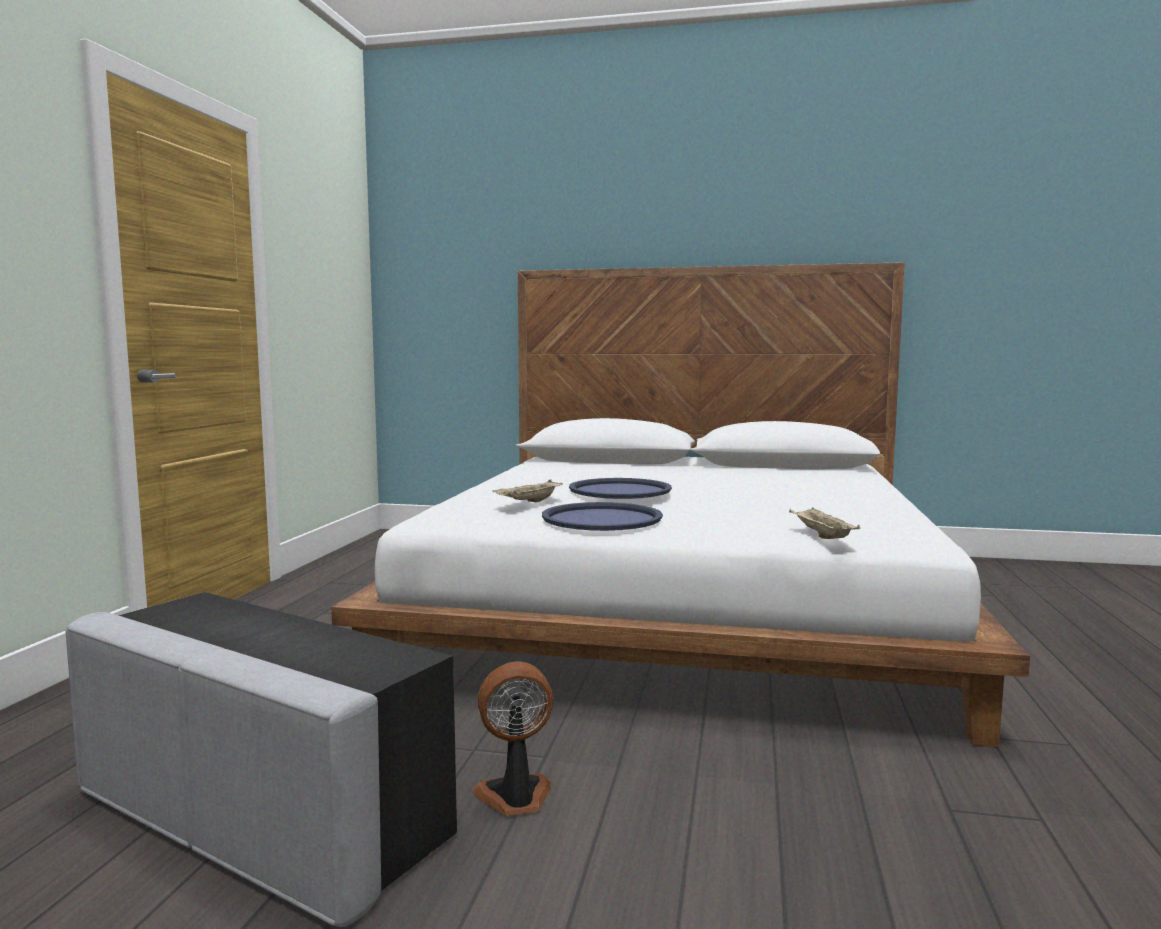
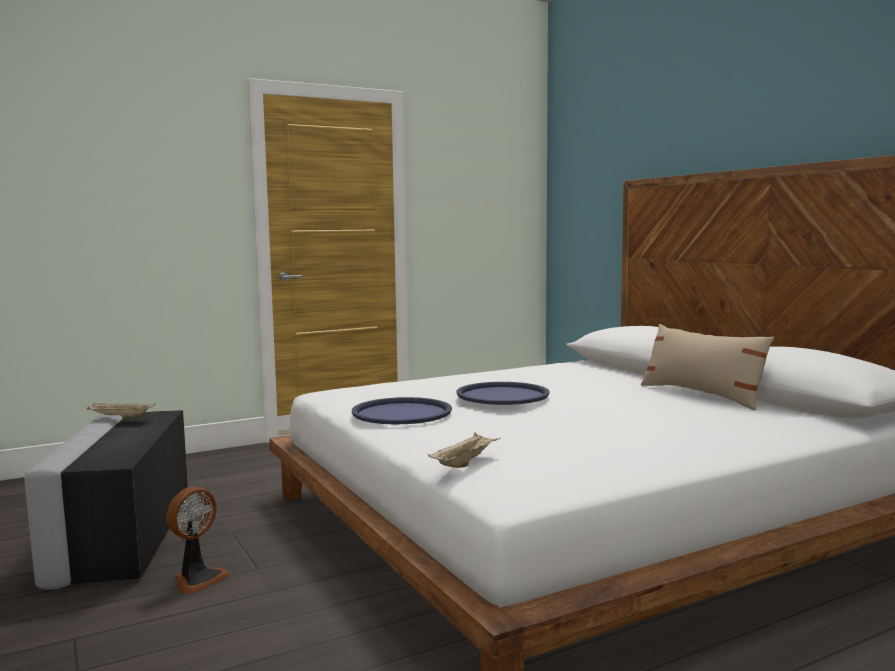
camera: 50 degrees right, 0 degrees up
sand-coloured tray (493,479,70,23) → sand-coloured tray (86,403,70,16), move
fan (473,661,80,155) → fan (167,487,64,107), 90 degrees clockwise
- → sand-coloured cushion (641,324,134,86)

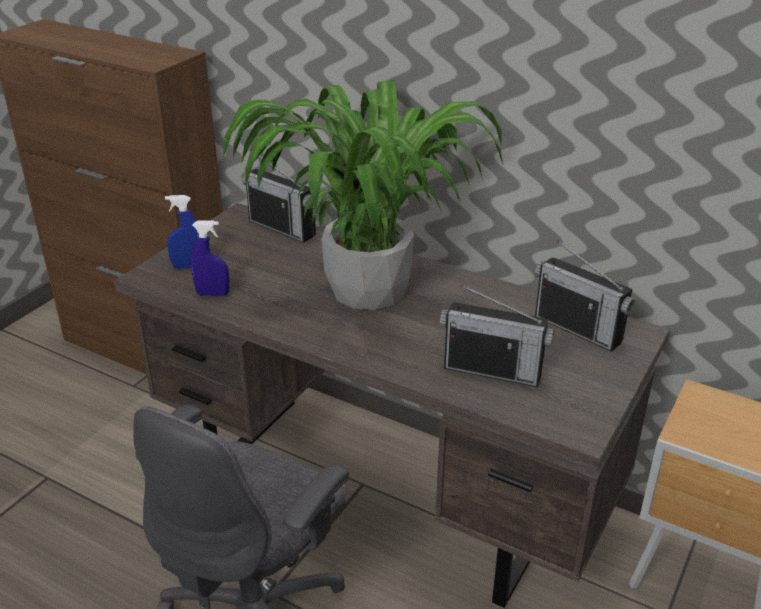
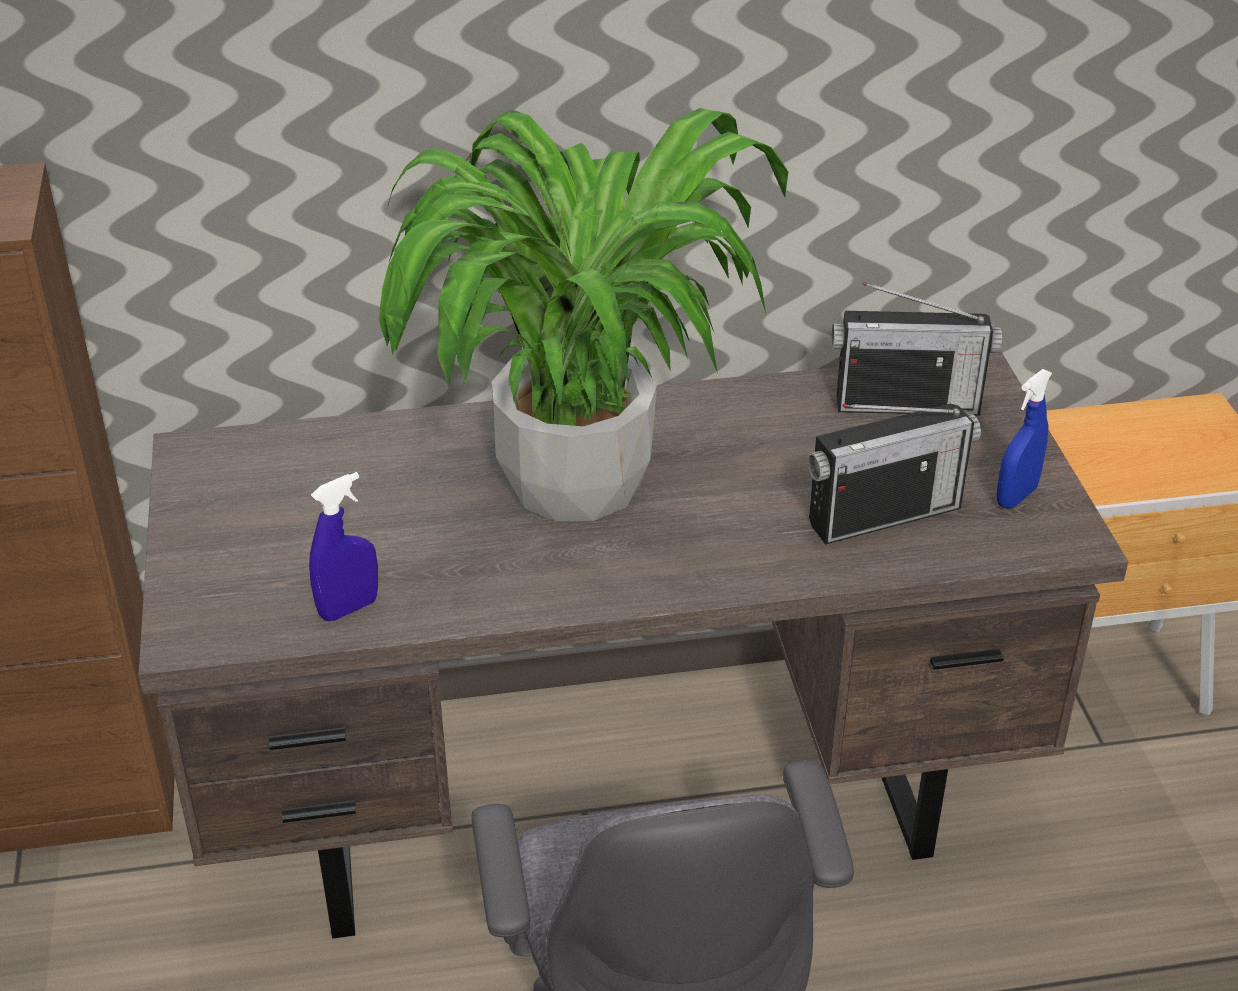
camera: 40 degrees left, 5 degrees up
radio receiver (242,156,74,87) → -
blue hand sprayer (165,195,34,73) → blue hand sprayer (996,369,56,140), move

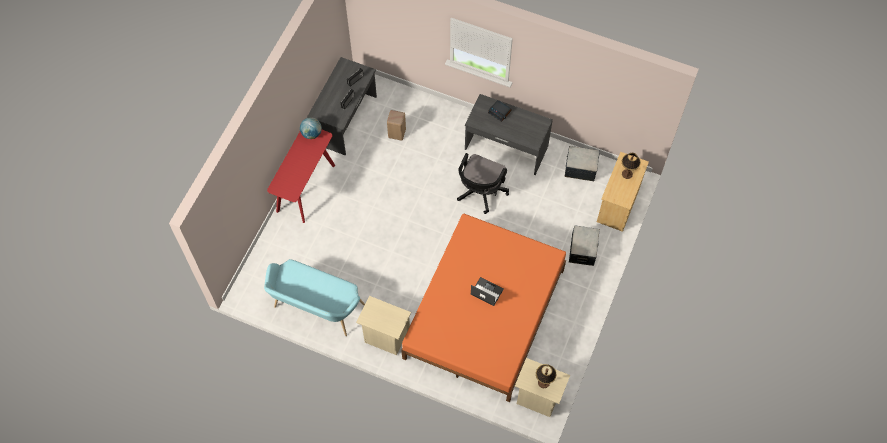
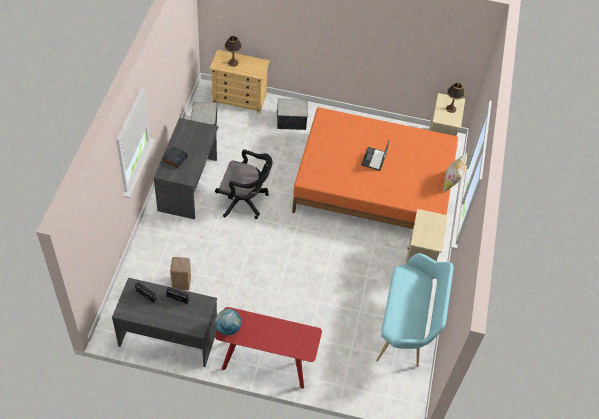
camera: 105 degrees left, 10 degrees down
- → cushion (443,153,24,40)

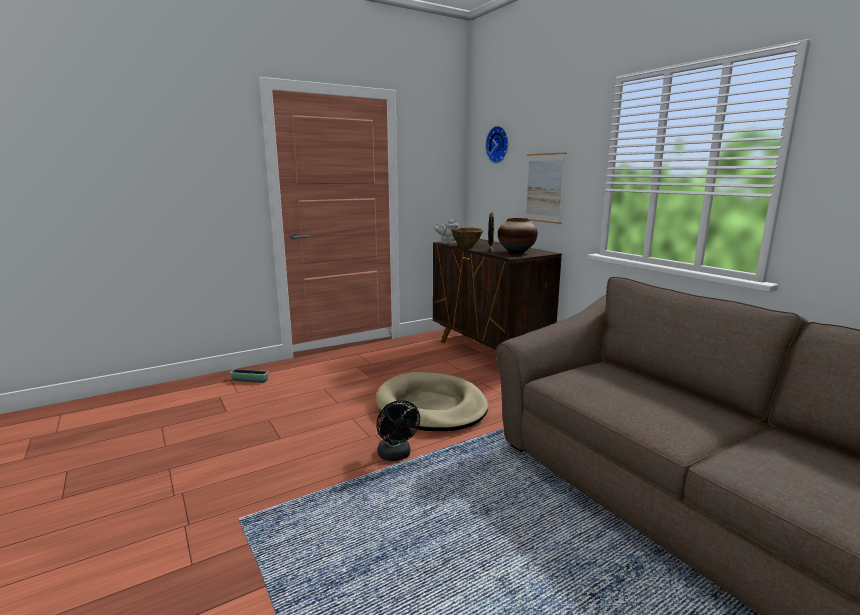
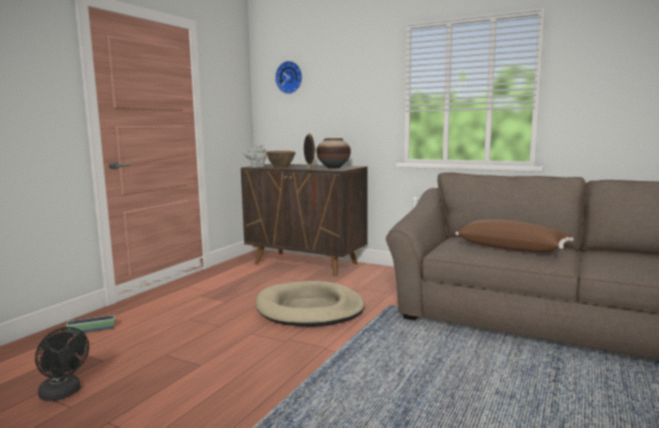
camera: 30 degrees left, 5 degrees down
wall picture (524,152,43,72) → -
blackish fan (376,400,44,61) → blackish fan (35,327,54,74), move
- → brown-coloured cushion (455,219,119,34)

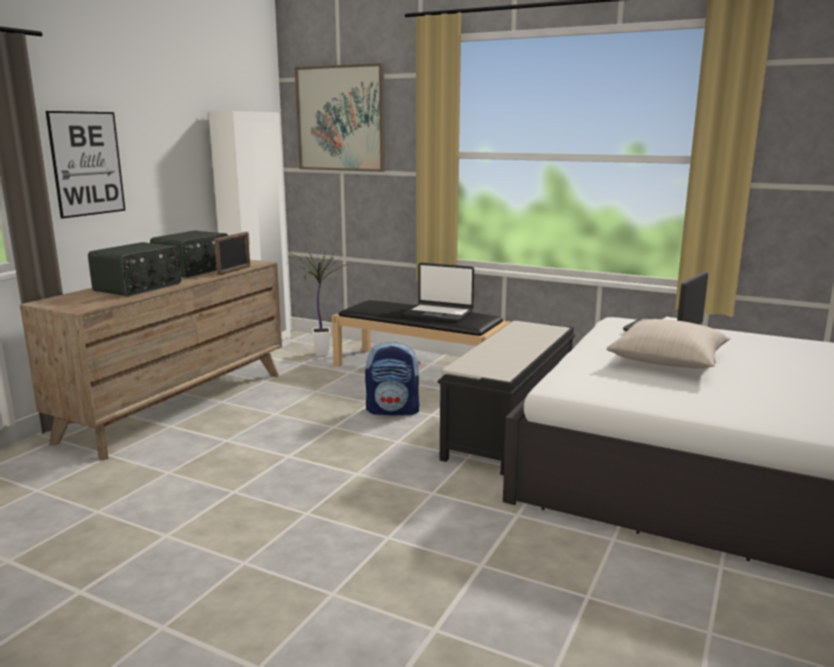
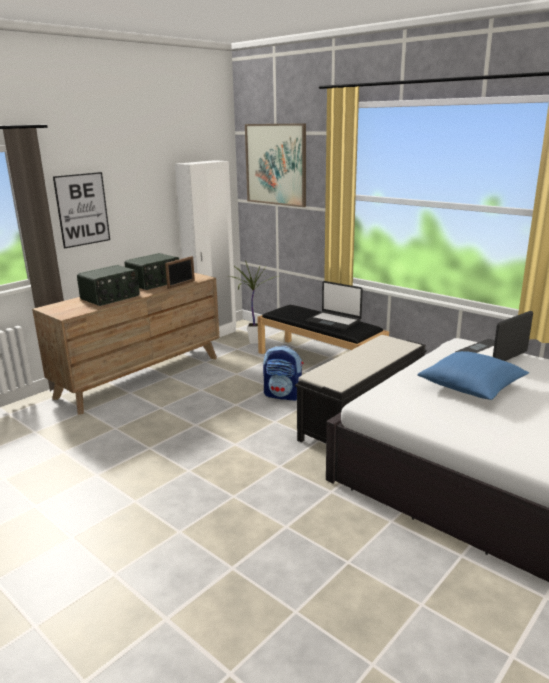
camera: 15 degrees right, 5 degrees up
sand-coloured cushion (606,319,124,49) → blue cushion (417,351,112,49)

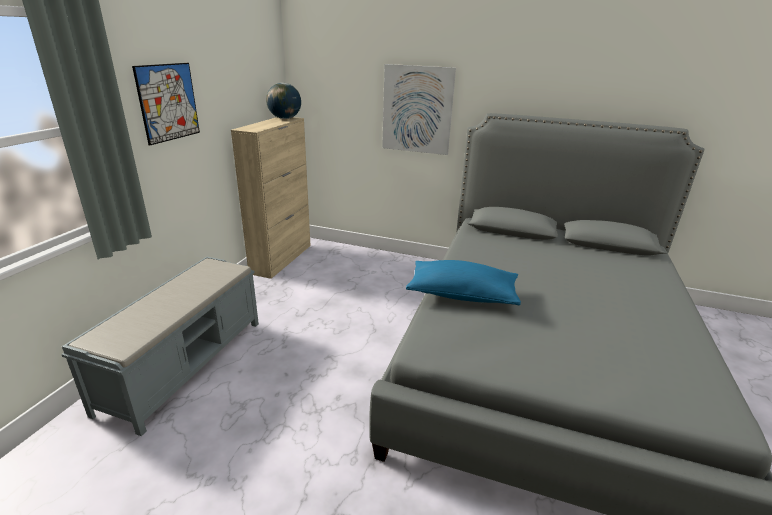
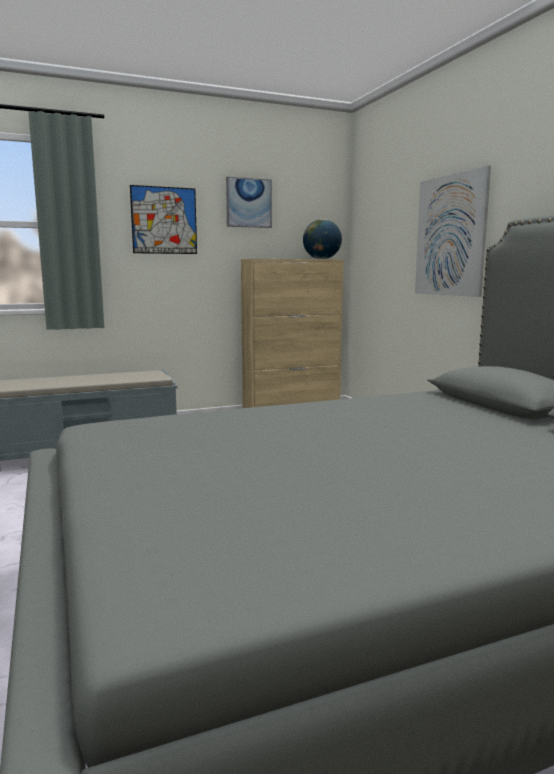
camera: 50 degrees right, 15 degrees down
blue cushion (406,260,115,45) → -
- → wall picture (226,177,46,51)

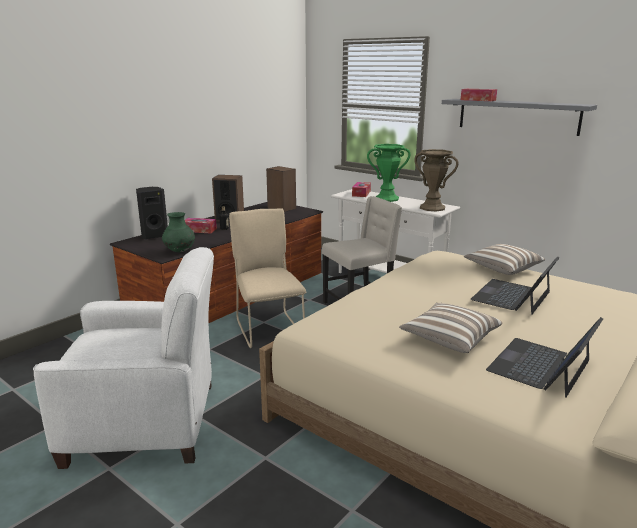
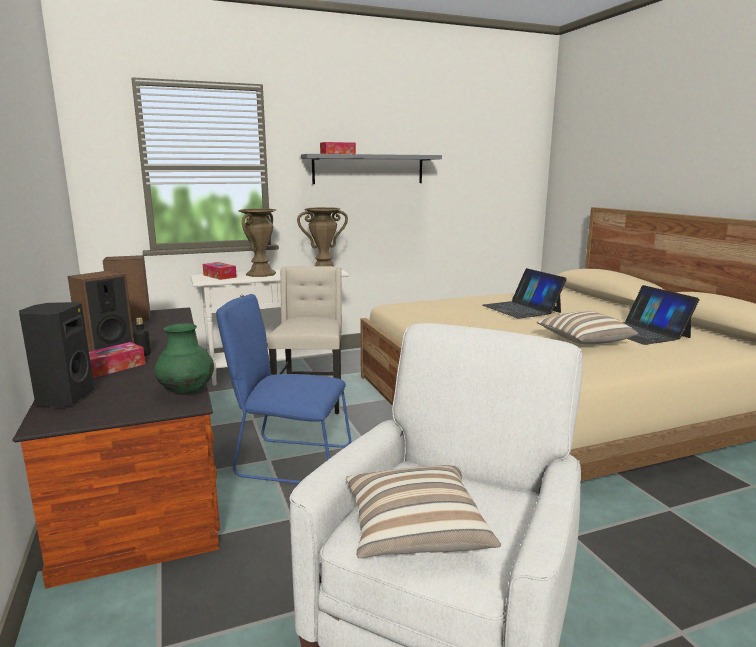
camera: 60 degrees left, 5 degrees down
green-coloured vase (367,144,44,58) → brown-coloured vase (238,209,38,68)
sand-coloured upright chair (229,208,77,140) → blue upright chair (216,294,135,190)
cushion (464,244,81,31) → cushion (346,465,155,94), move

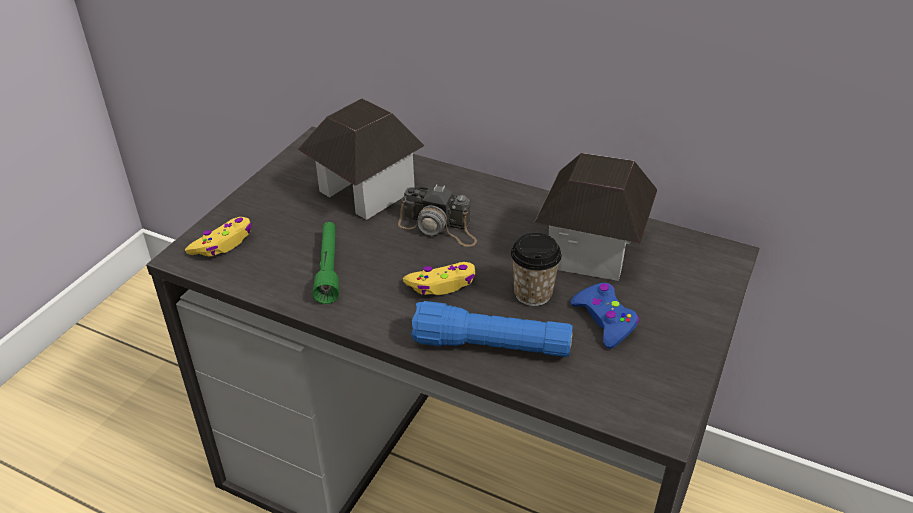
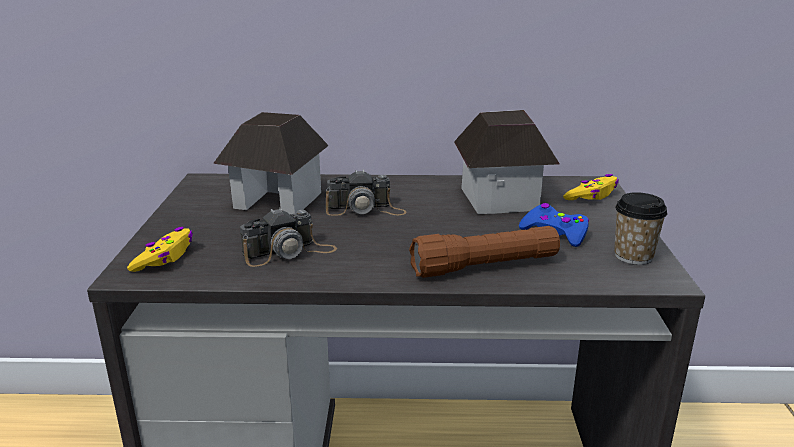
camera: 25 degrees left, 15 degrees down
green-coloured hand torch (313,222,26,82) → photo camera (240,207,97,60)
cup (511,233,51,73) → cup (614,192,53,73), move
yellow joypad (403,262,72,33) → yellow joypad (563,174,56,26), move
blue hand torch (411,301,162,56) → brown-coloured hand torch (409,226,151,52)

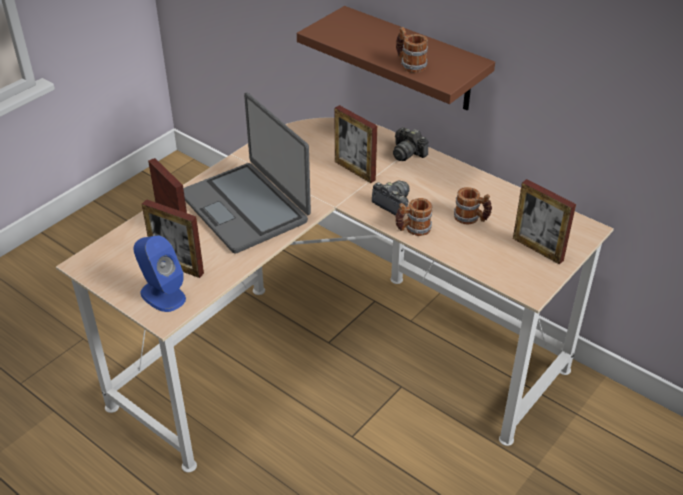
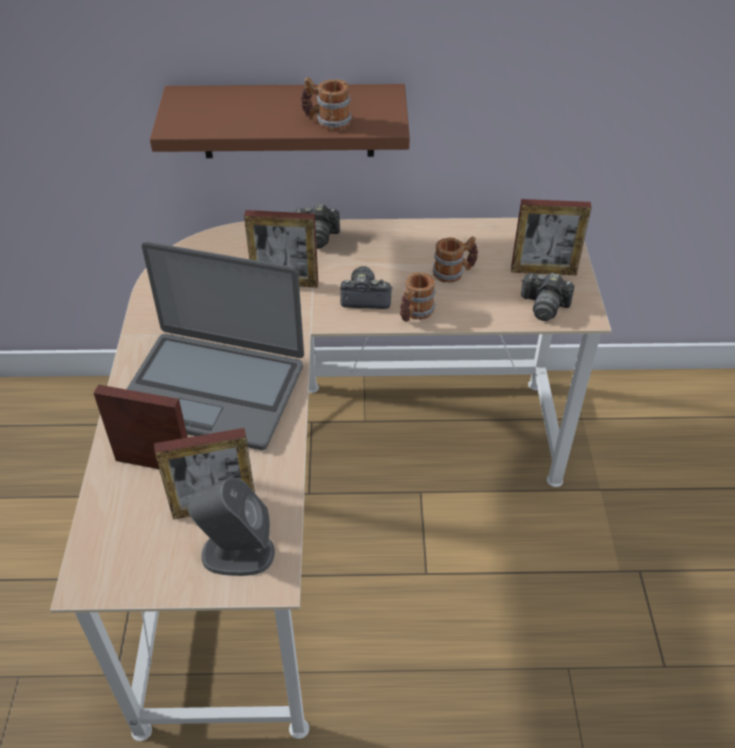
camera: 40 degrees left, 5 degrees up
blue loudspeaker (134,236,52,76) → gray loudspeaker (187,478,88,98)
- → photo camera (521,273,53,48)

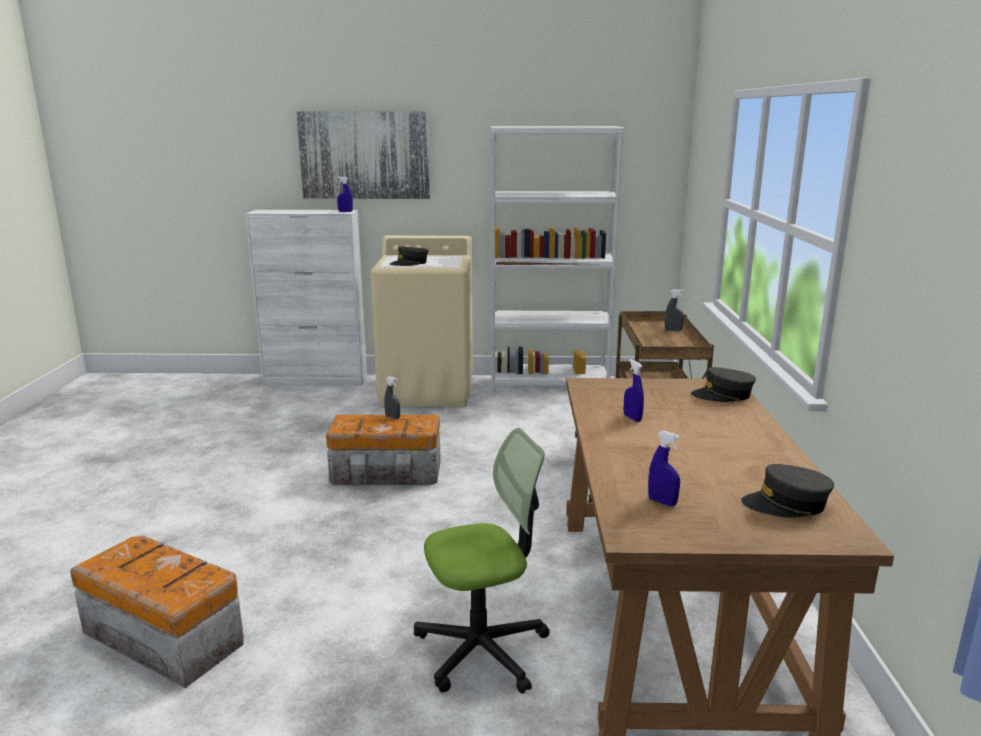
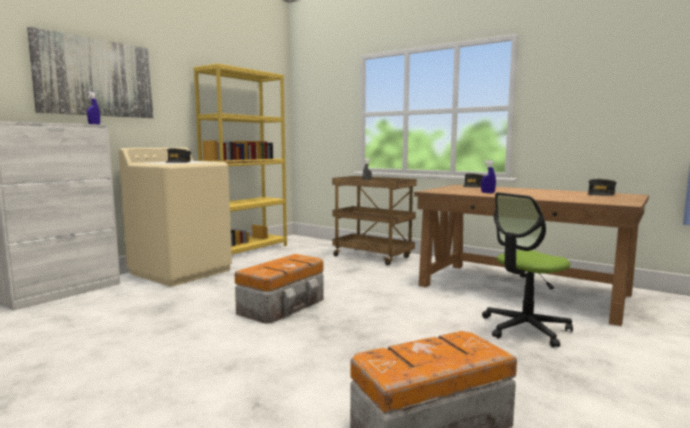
camera: 55 degrees left, 10 degrees down
white-coloured bookshelf (491,126,133,267) → yellow bookshelf (193,63,94,191)
gray hand sprayer (384,376,16,43) → -
computer chair (414,428,136,266) → computer chair (482,192,91,156), 135 degrees counterclockwise
blue hand sprayer (648,431,32,75) → -

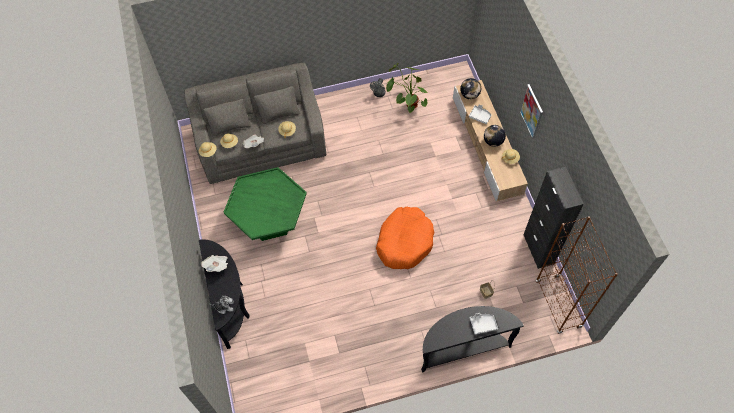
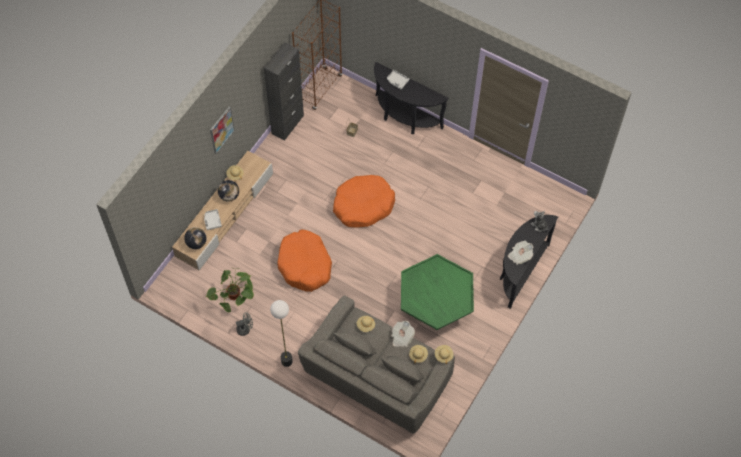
camera: 135 degrees left, 0 degrees up
- → orangey pet bed (277,229,55,63)
- → standard lamp (270,300,23,67)

